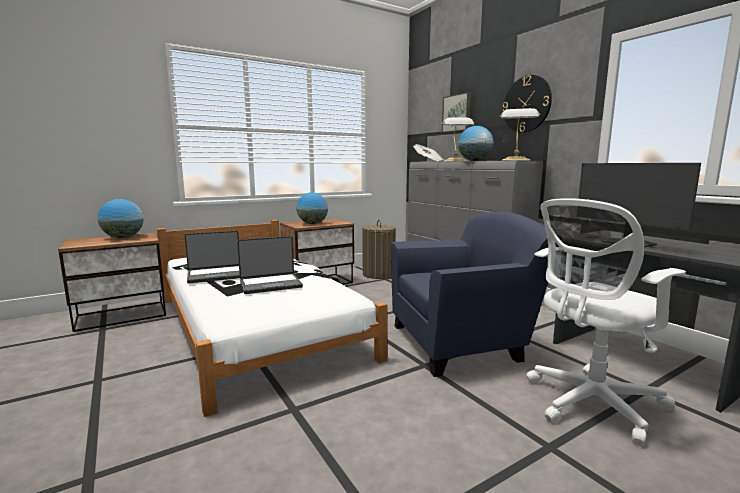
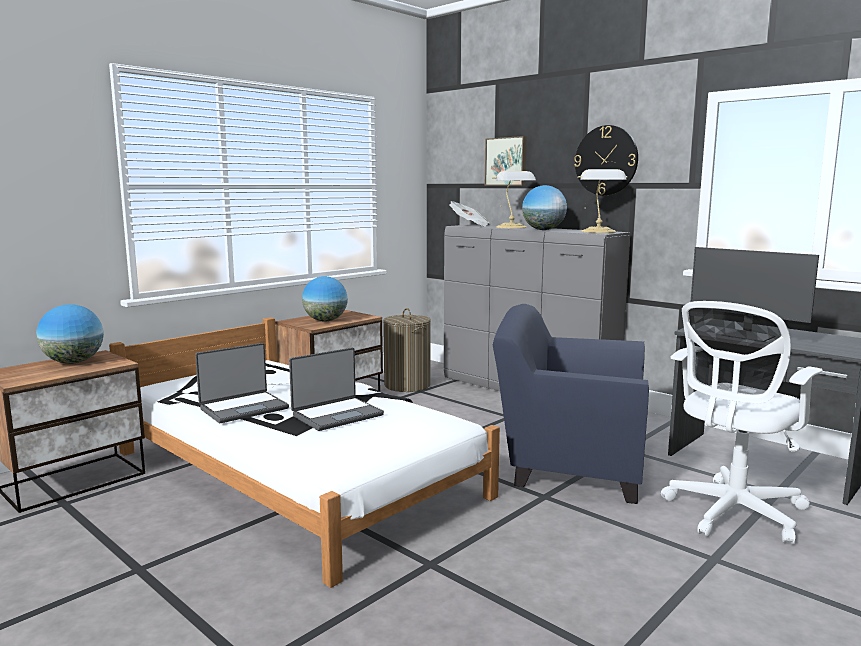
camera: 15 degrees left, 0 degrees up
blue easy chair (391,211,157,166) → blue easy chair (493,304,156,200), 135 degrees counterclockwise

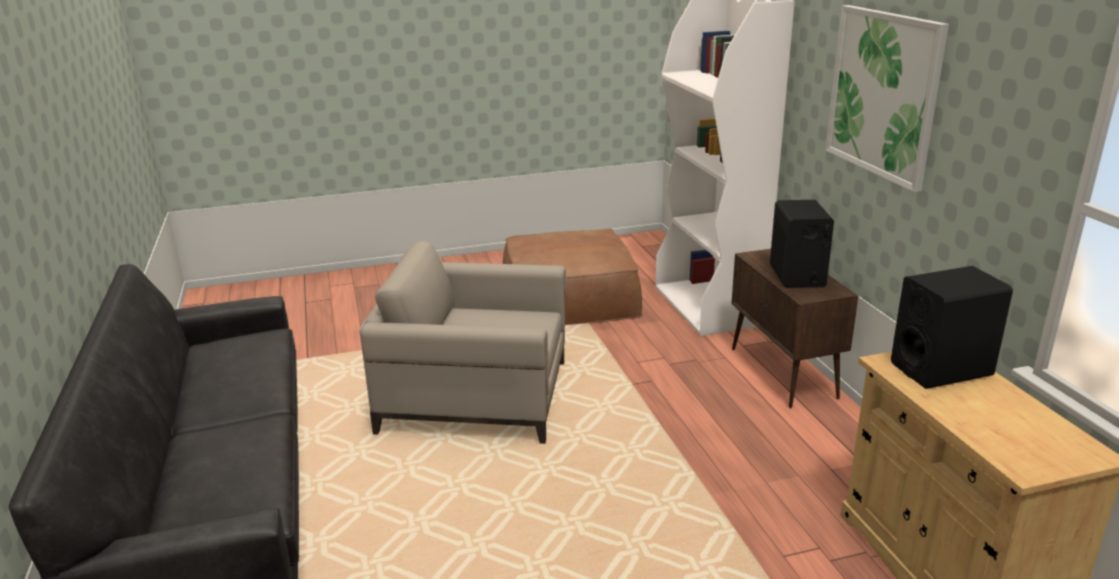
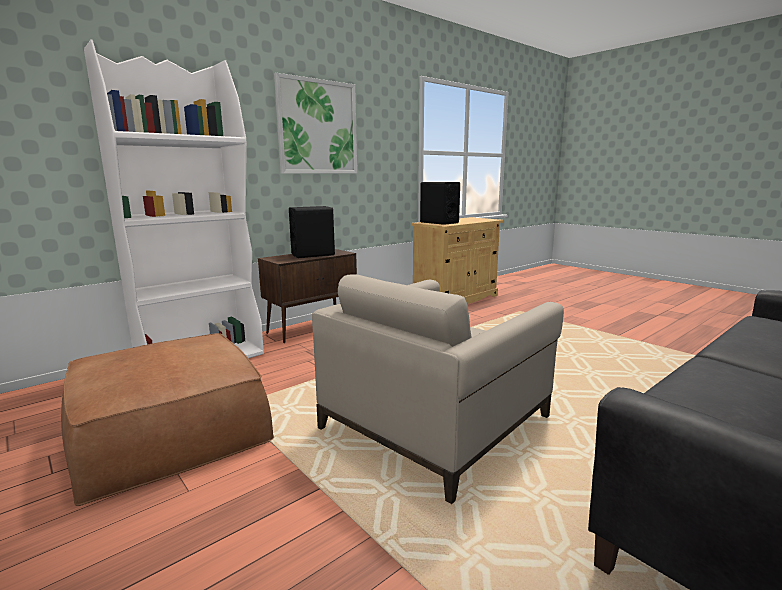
camera: 115 degrees left, 10 degrees down
sand-coloured easy chair (359,241,207,203) → sand-coloured easy chair (312,275,252,229), 60 degrees clockwise

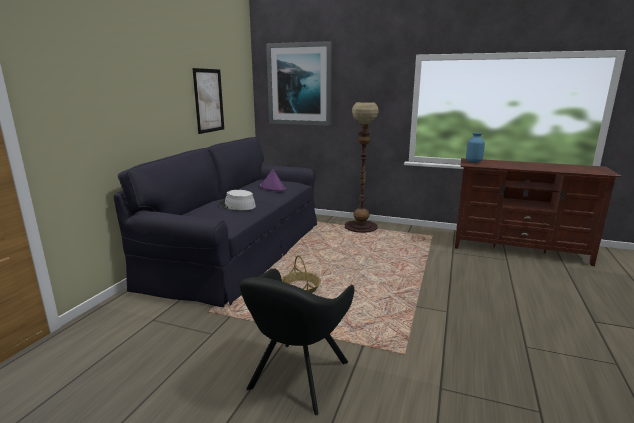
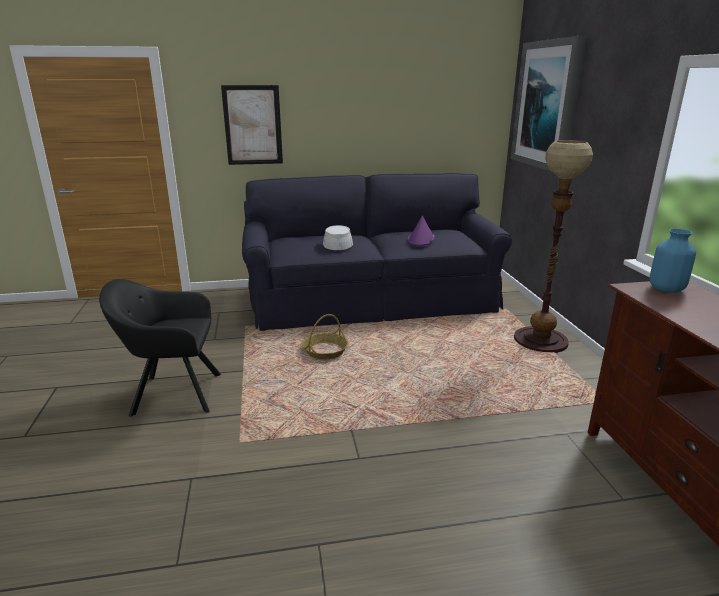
camera: 60 degrees right, 5 degrees up
wall picture (192,68,32,66) → wall picture (221,85,62,80), move

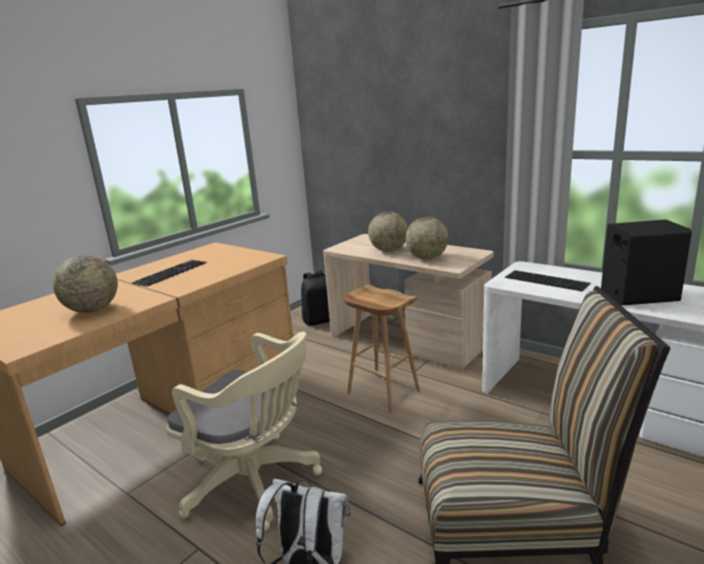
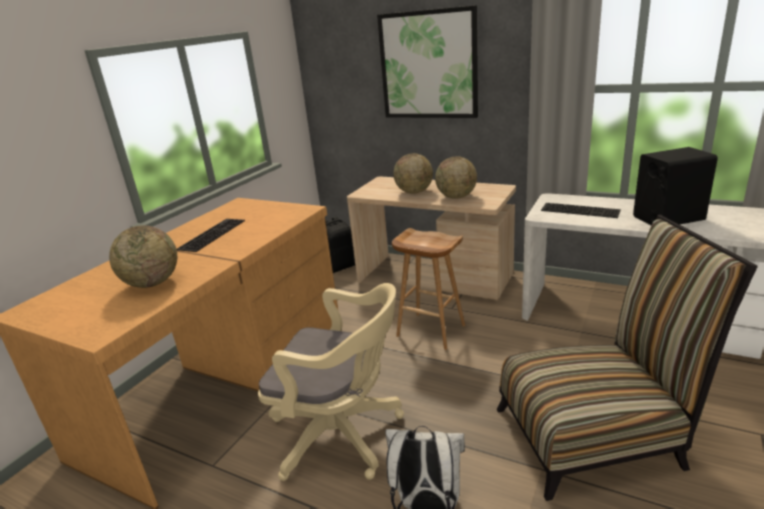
camera: 10 degrees left, 5 degrees up
- → wall picture (377,5,101,113)

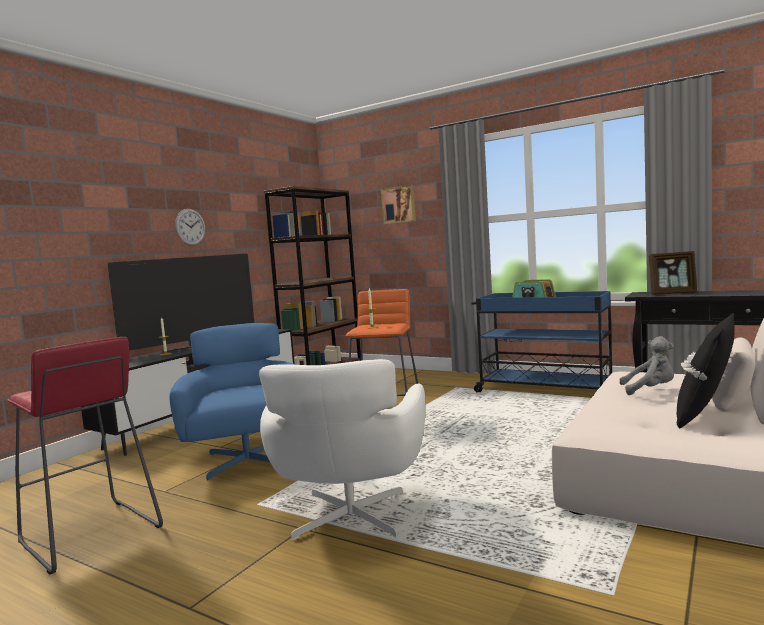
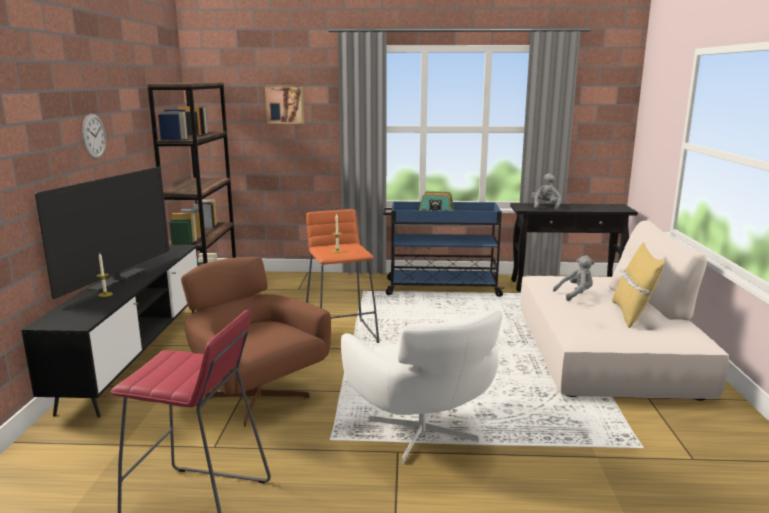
camera: 30 degrees left, 10 degrees up
picture frame (649,251,49,44) → gray soft toy (532,173,29,37)
blackish cushion (677,313,58,115) → yellow cushion (612,242,53,86)
blue easy chair (169,323,126,158) → brown-coloured easy chair (181,257,150,170)

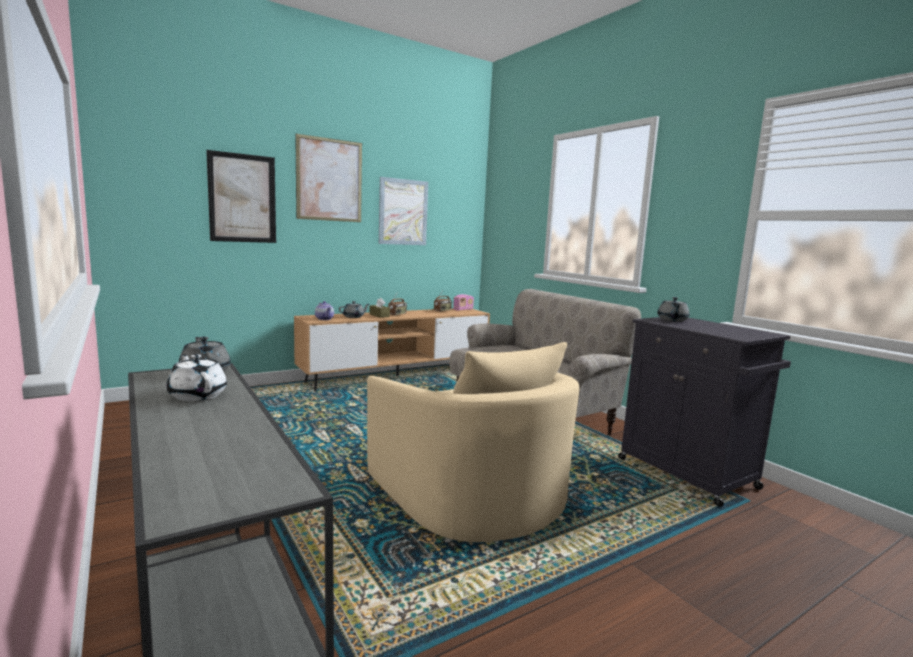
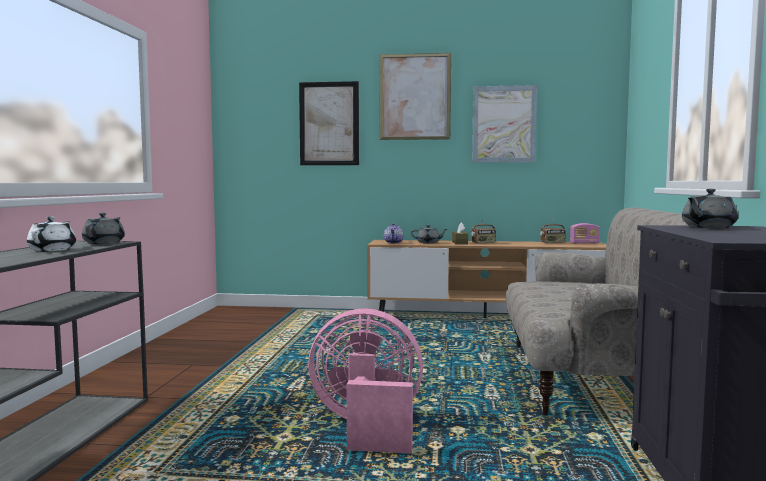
camera: 40 degrees right, 5 degrees down
sand-coloured easy chair (367,342,212,200) → pink fan (308,308,115,146)

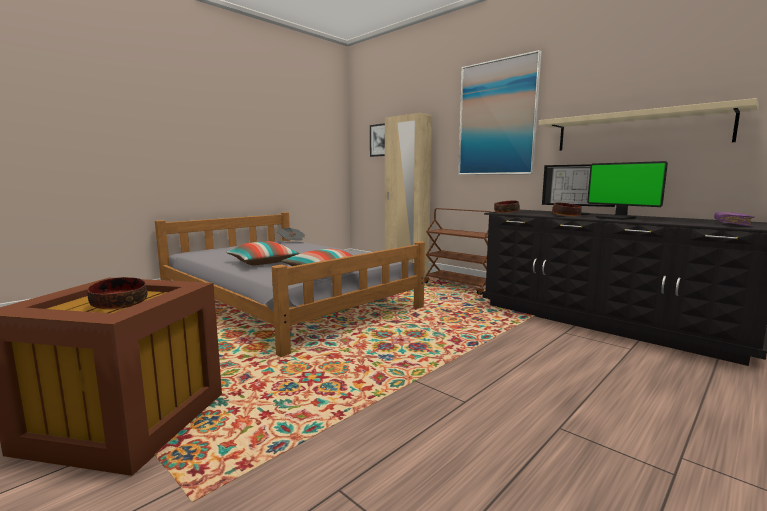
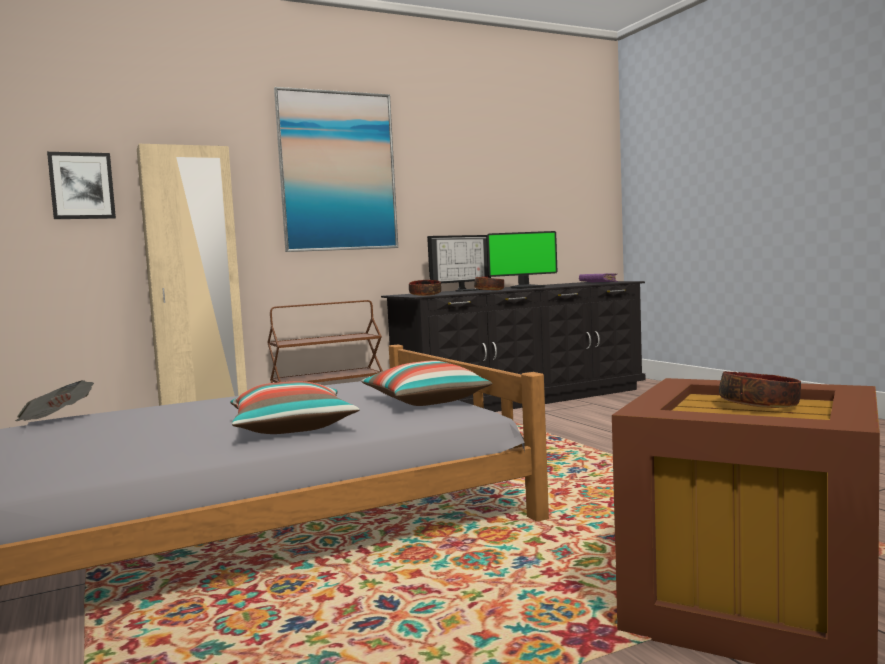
camera: 70 degrees left, 5 degrees down
sand-coloured bracket shelf (539,98,220,53) → -

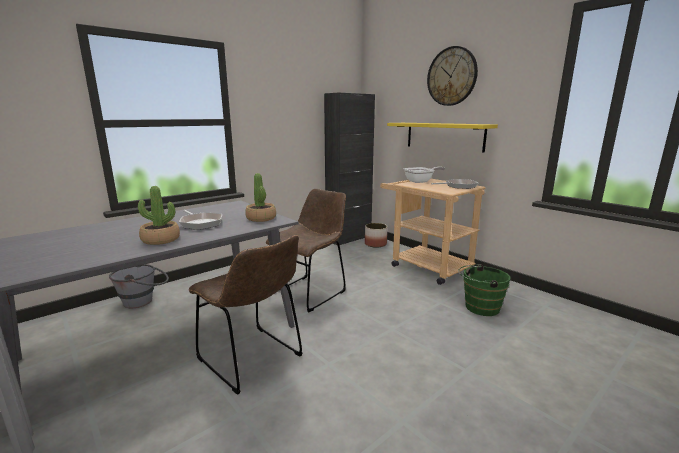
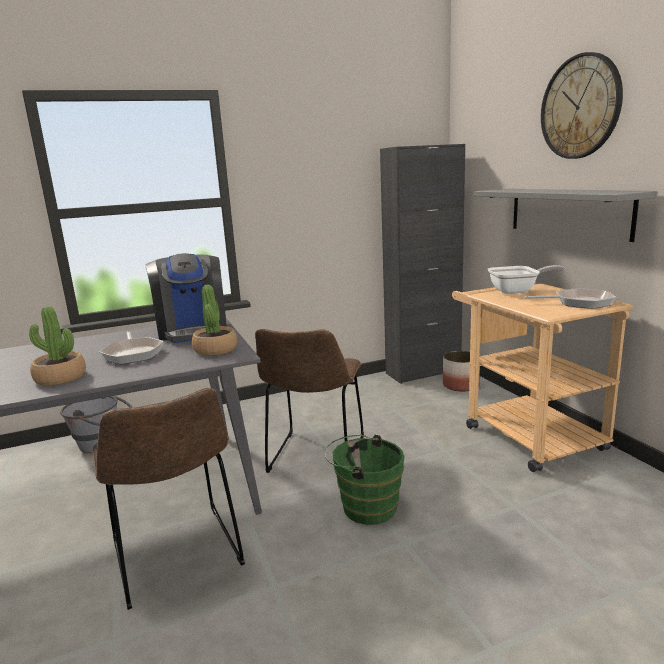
camera: 20 degrees right, 0 degrees up
yellow bracket shelf (387,123,111,30) → gray bracket shelf (474,189,183,53)
brown-coloured upright chair (266,189,80,123) → brown-coloured upright chair (255,329,109,144), 135 degrees clockwise
green-coloured water bucket (458,264,53,52) → green-coloured water bucket (325,435,80,90), move
- → coffee maker (145,253,82,90)

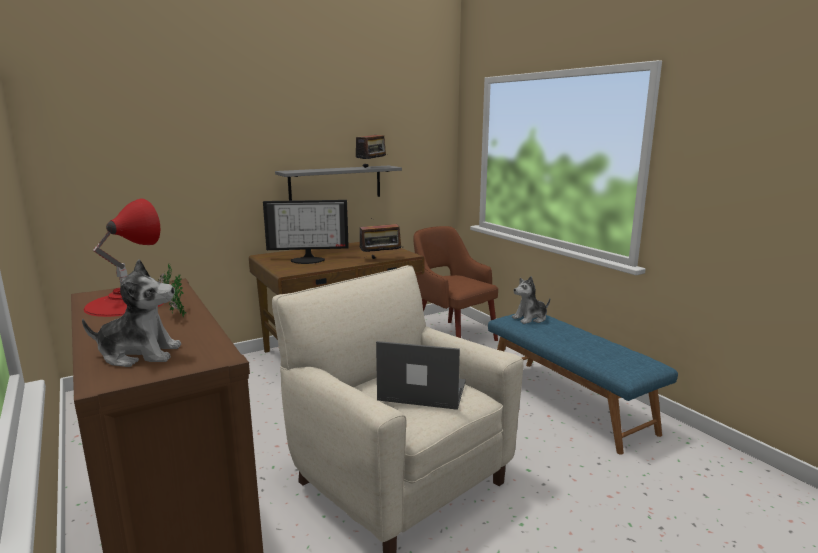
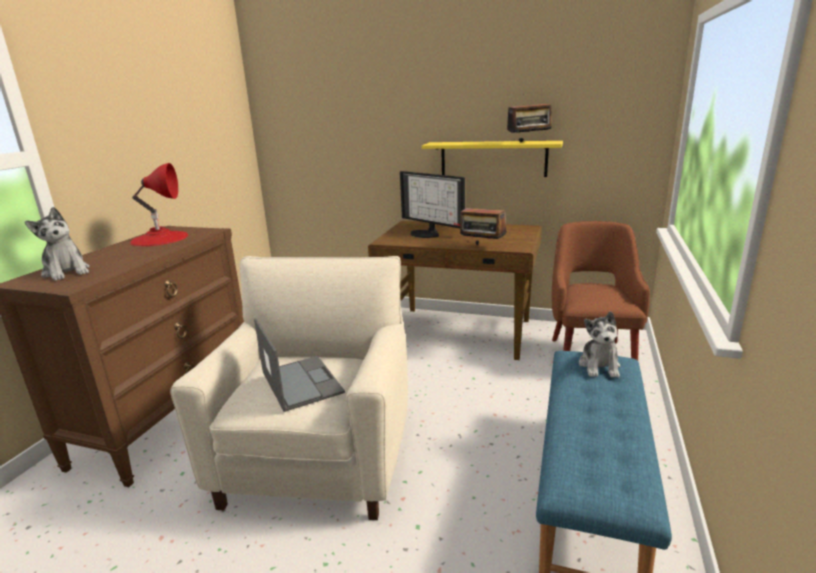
camera: 50 degrees right, 5 degrees up
gray bracket shelf (275,166,127,35) → yellow bracket shelf (422,141,141,36)
plant in a pot (158,261,28,56) → -
soft toy (512,276,38,48) → soft toy (579,311,41,67), 105 degrees counterclockwise

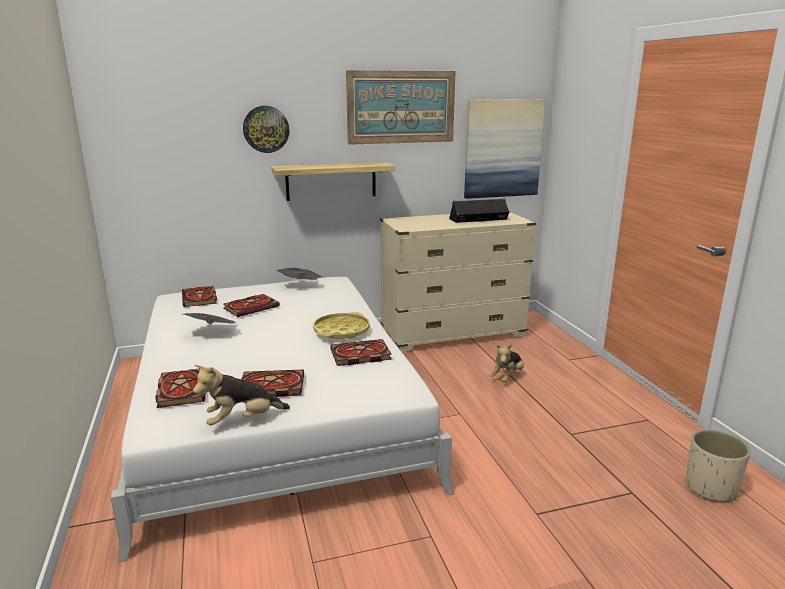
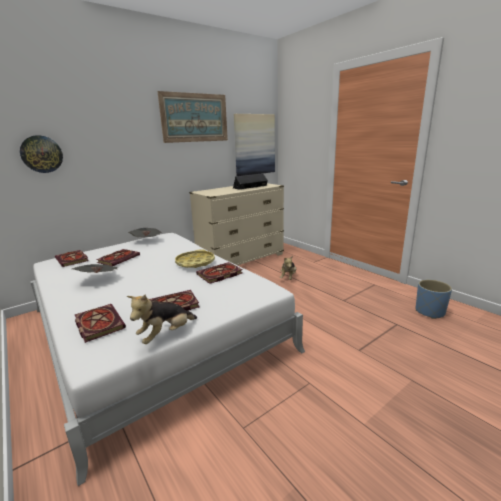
camera: 20 degrees left, 0 degrees up
wall clock (243,106,46,47) → wall clock (20,135,43,38), move
bracket shelf (271,162,124,39) → -
sand-coloured flower pot (686,429,65,73) → blue flower pot (416,279,36,40)

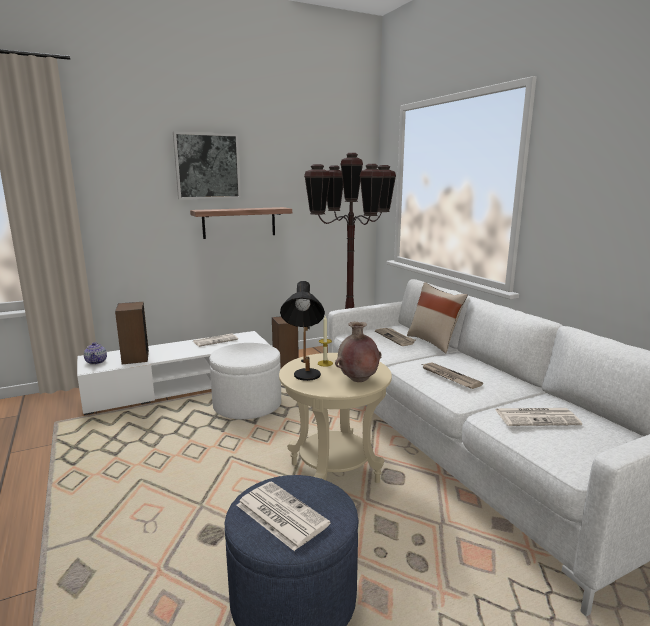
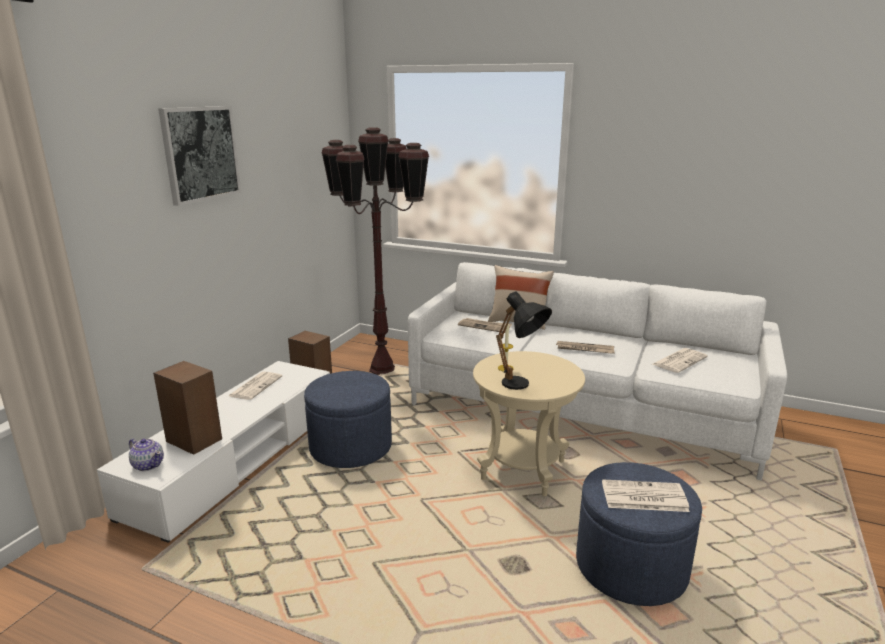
camera: 40 degrees left, 5 degrees up
bracket shelf (190,207,102,32) → -
brown-coloured vase (335,321,47,61) → -
white-coloured pouffe (209,343,72,76) → blue pouffe (304,371,88,97)

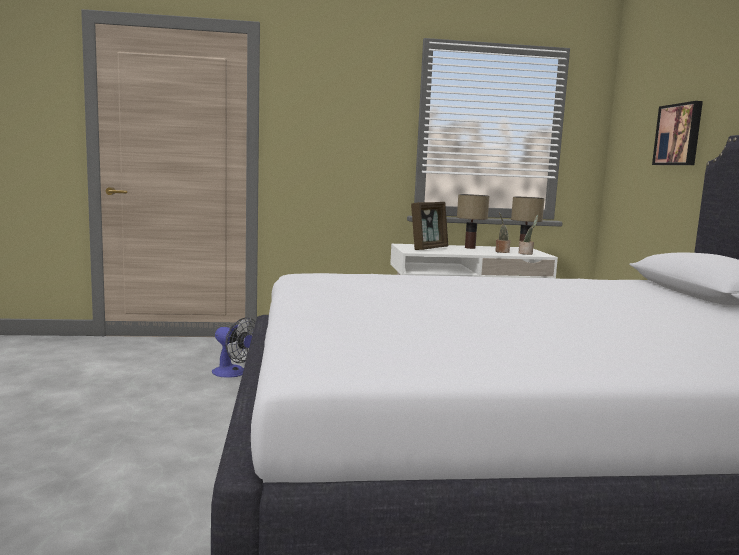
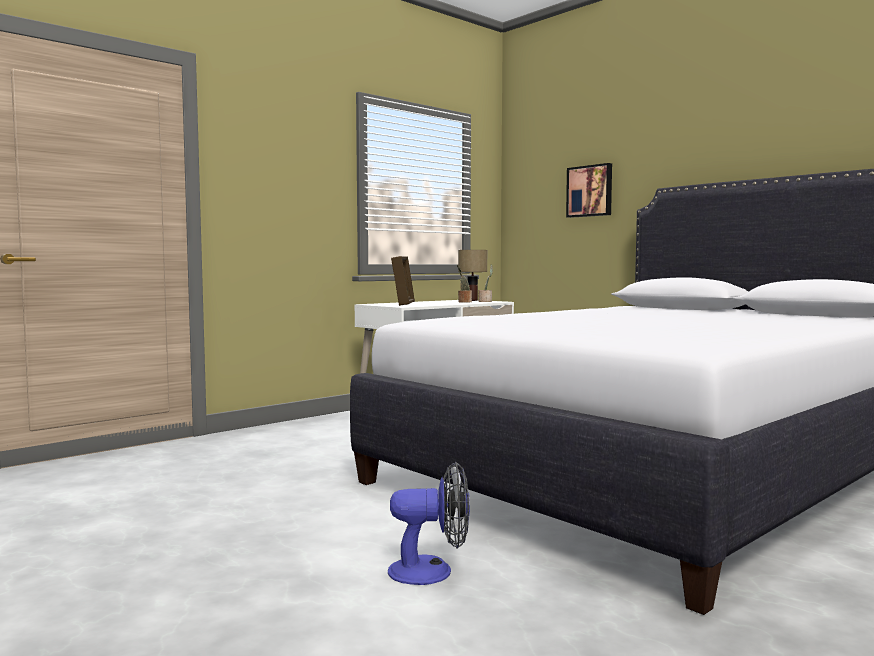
camera: 35 degrees left, 5 degrees down
tabletop lamp (457,194,32,55) → -
fan (212,317,44,61) → fan (388,462,82,123), move

